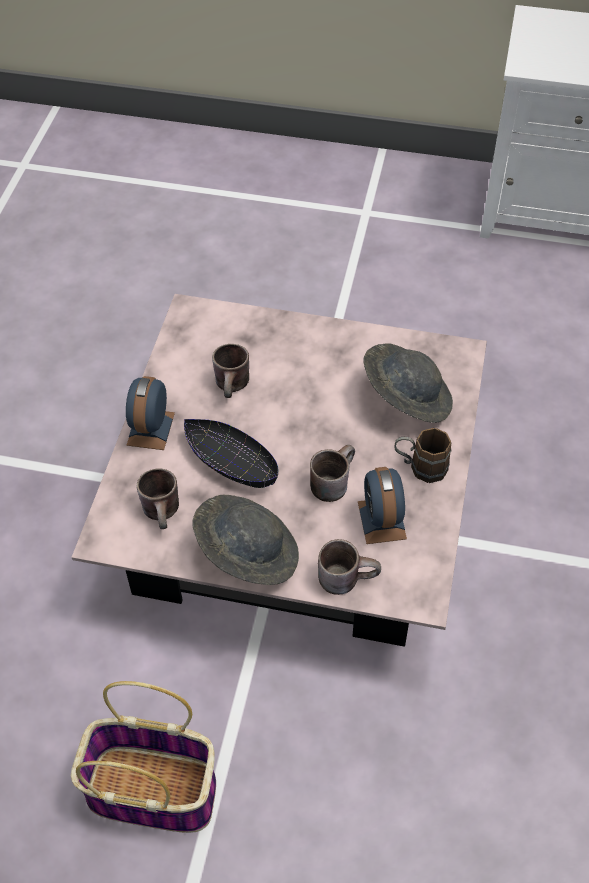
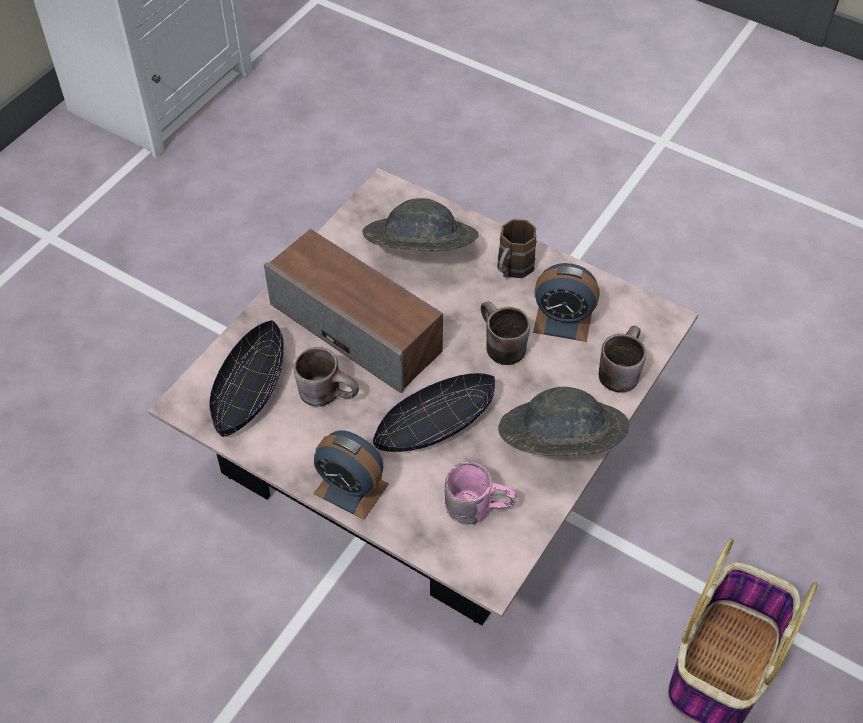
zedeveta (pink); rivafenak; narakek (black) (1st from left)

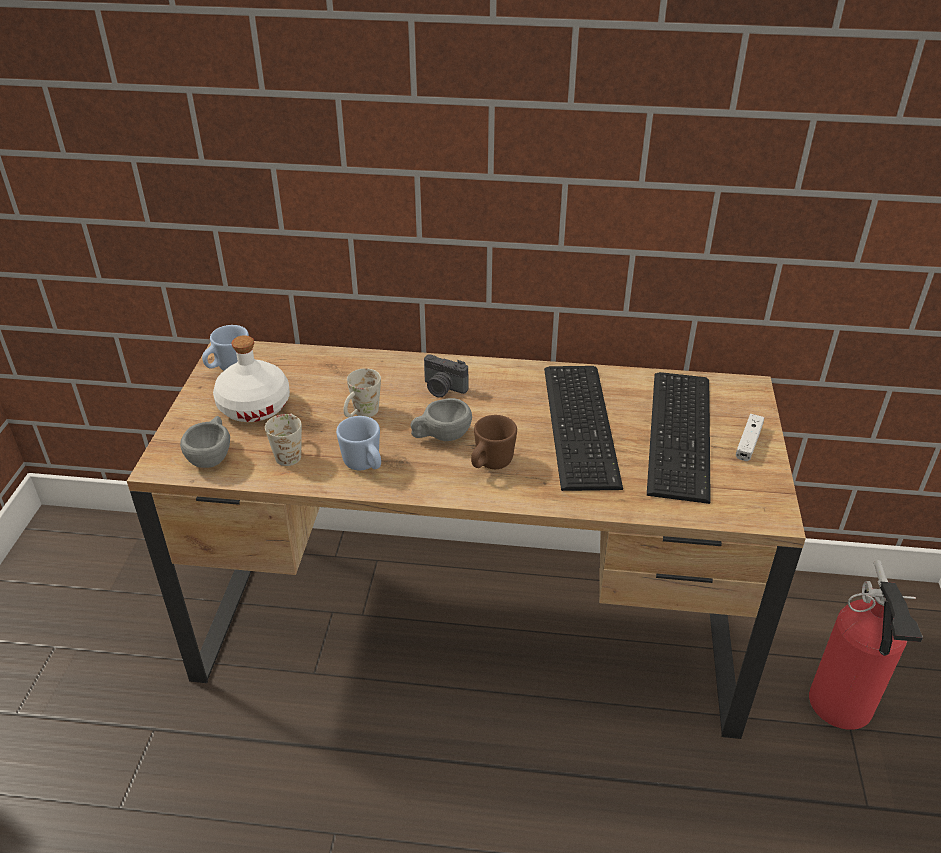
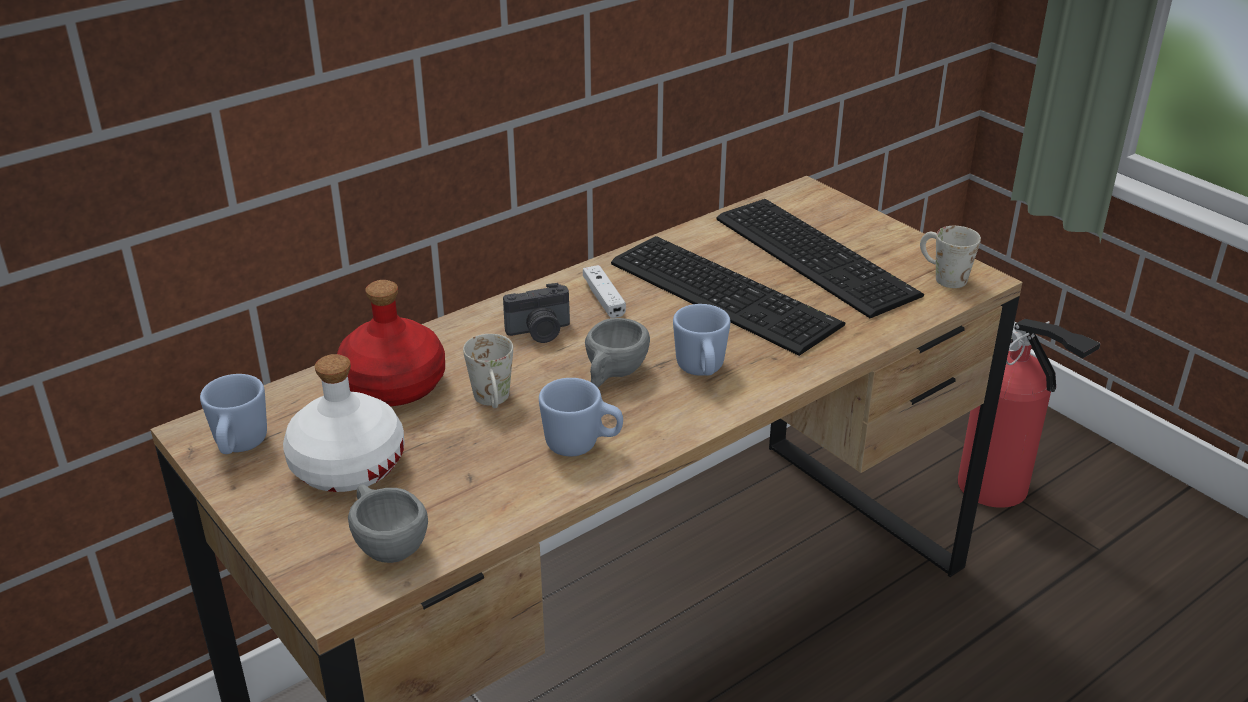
zedeveta (white) (2nd from left); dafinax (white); zedeveta (blue) (3rd from left); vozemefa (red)

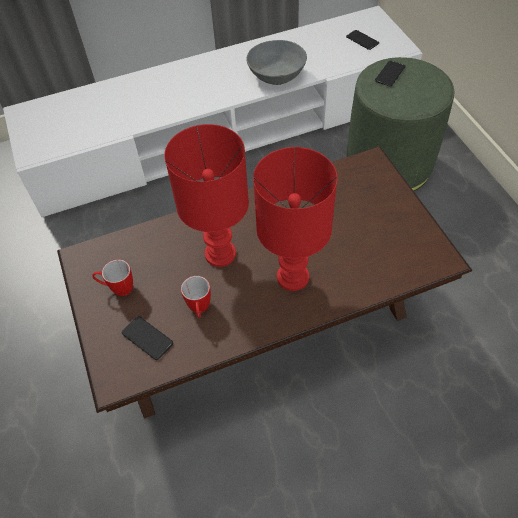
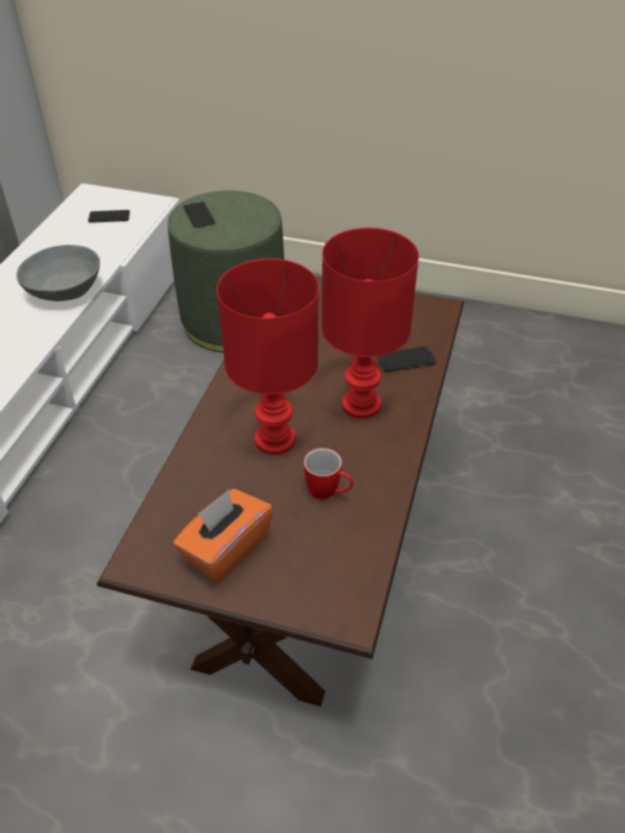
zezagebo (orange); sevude (3rd from left)

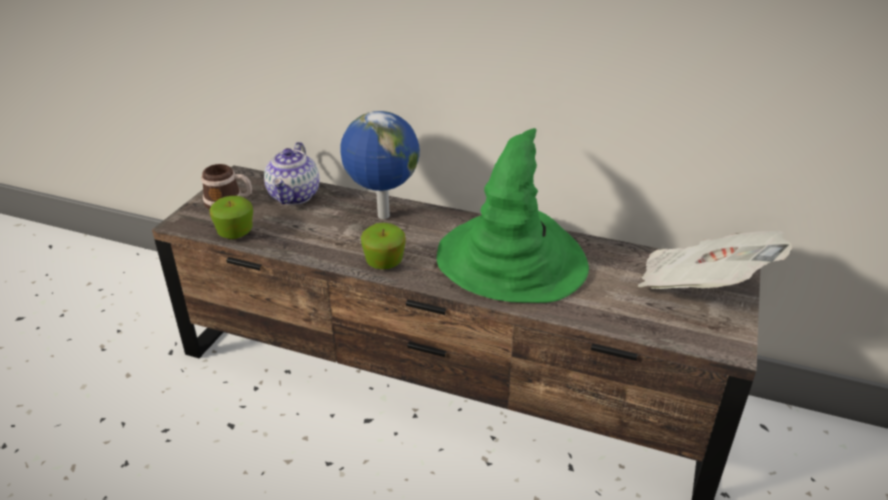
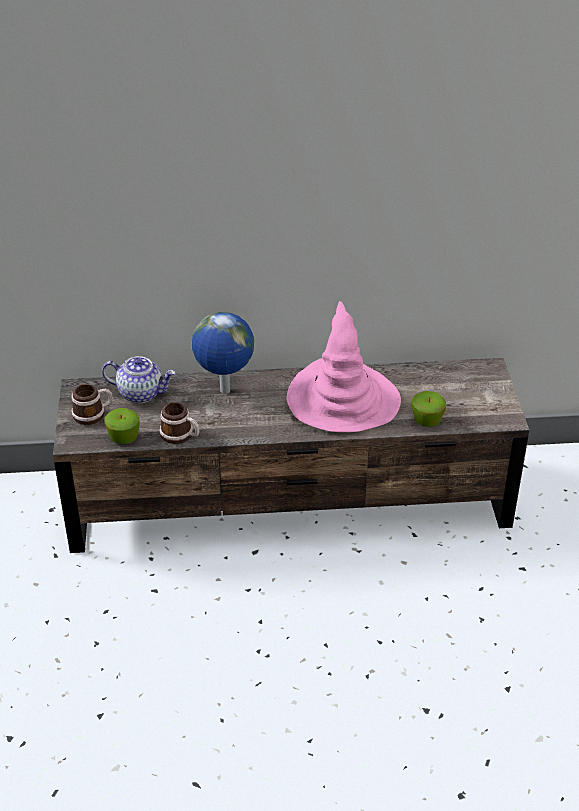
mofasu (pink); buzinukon; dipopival (2nd from left); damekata; zedeveta (2nd from left)

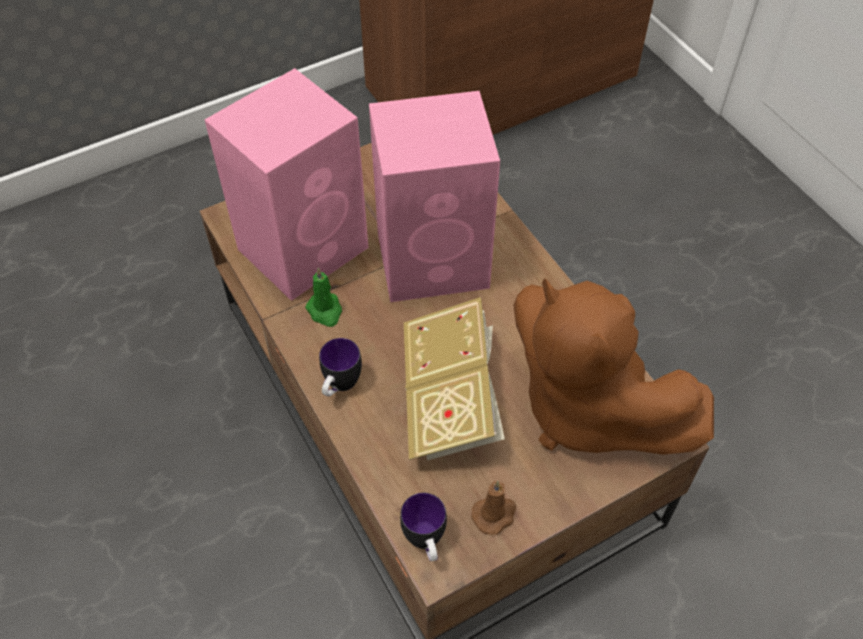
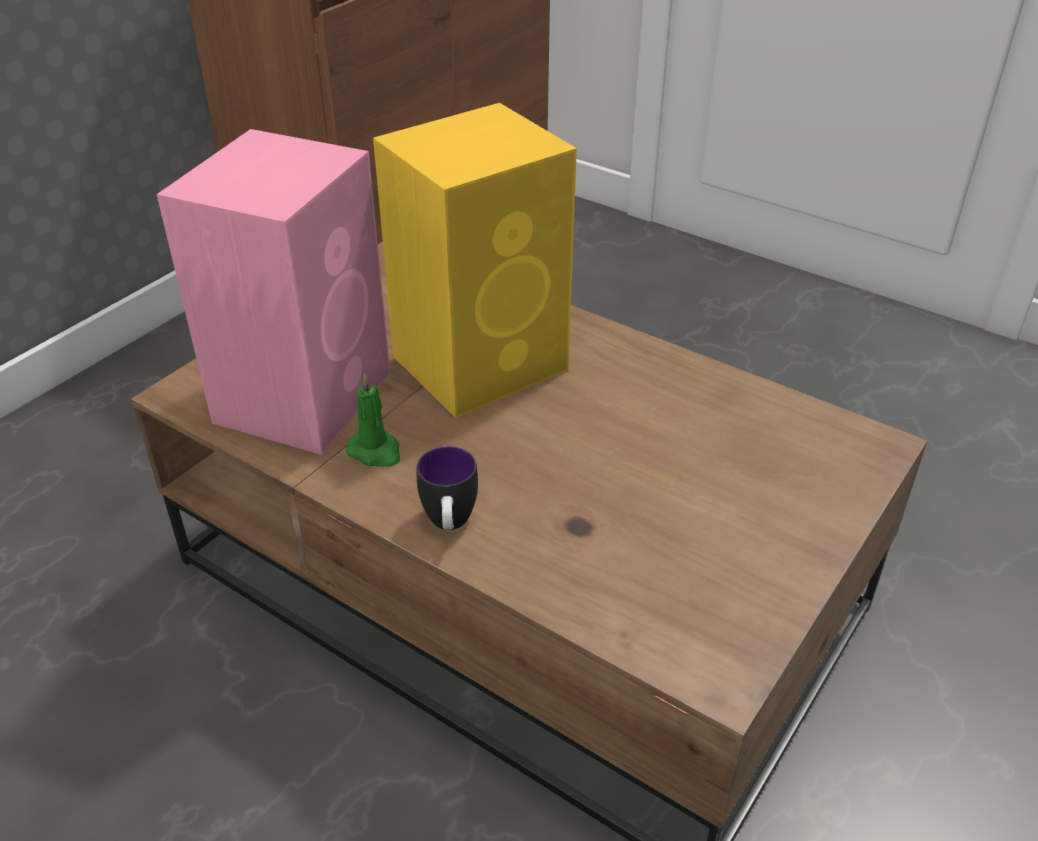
rivafenak (yellow); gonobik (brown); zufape; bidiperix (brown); zedeveta (2nd from left in the first image)

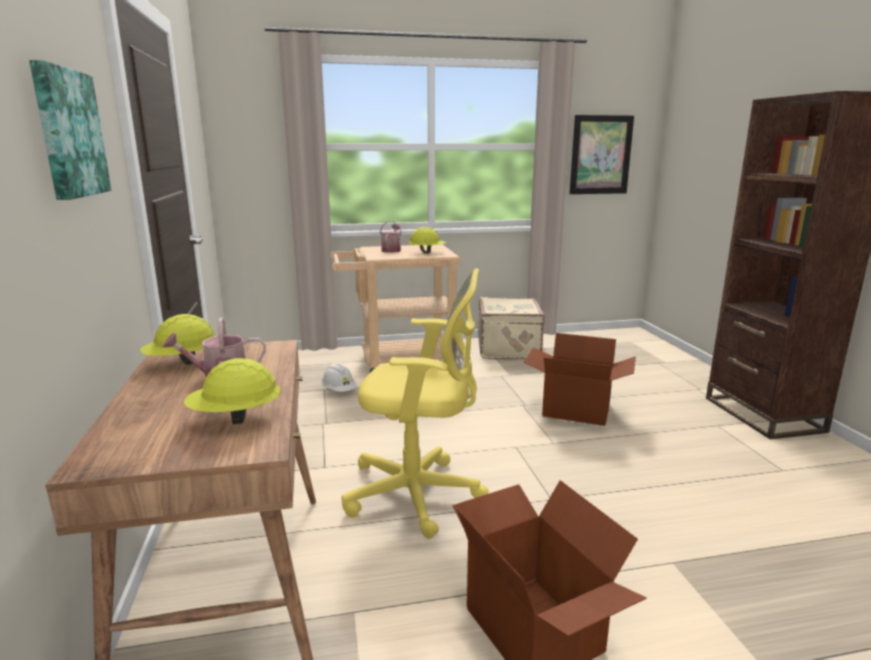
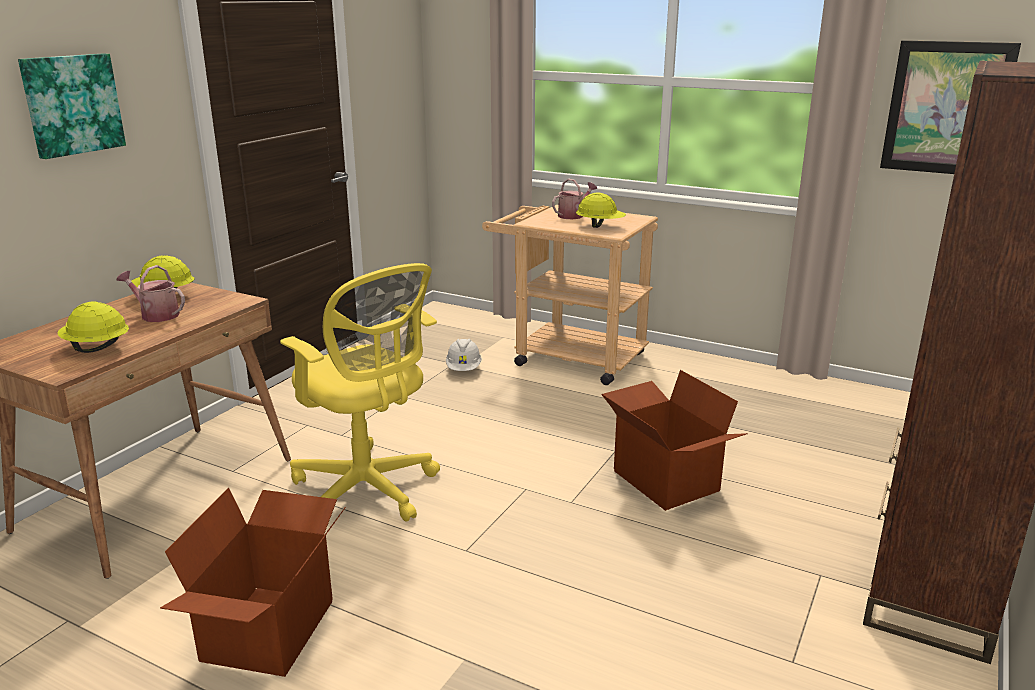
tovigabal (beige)

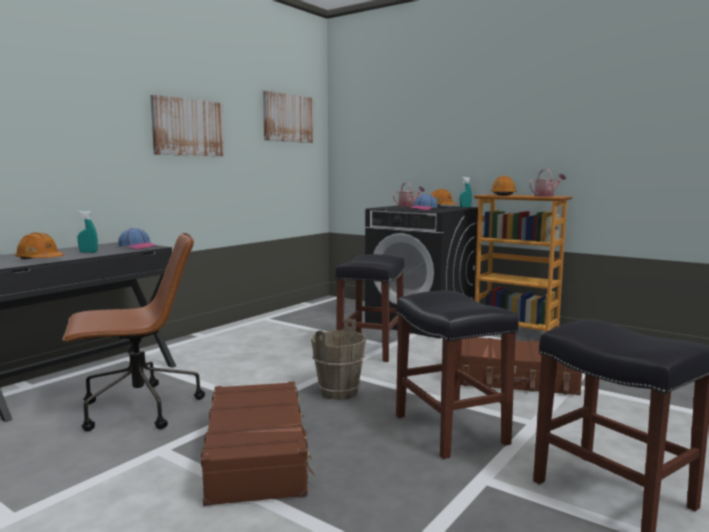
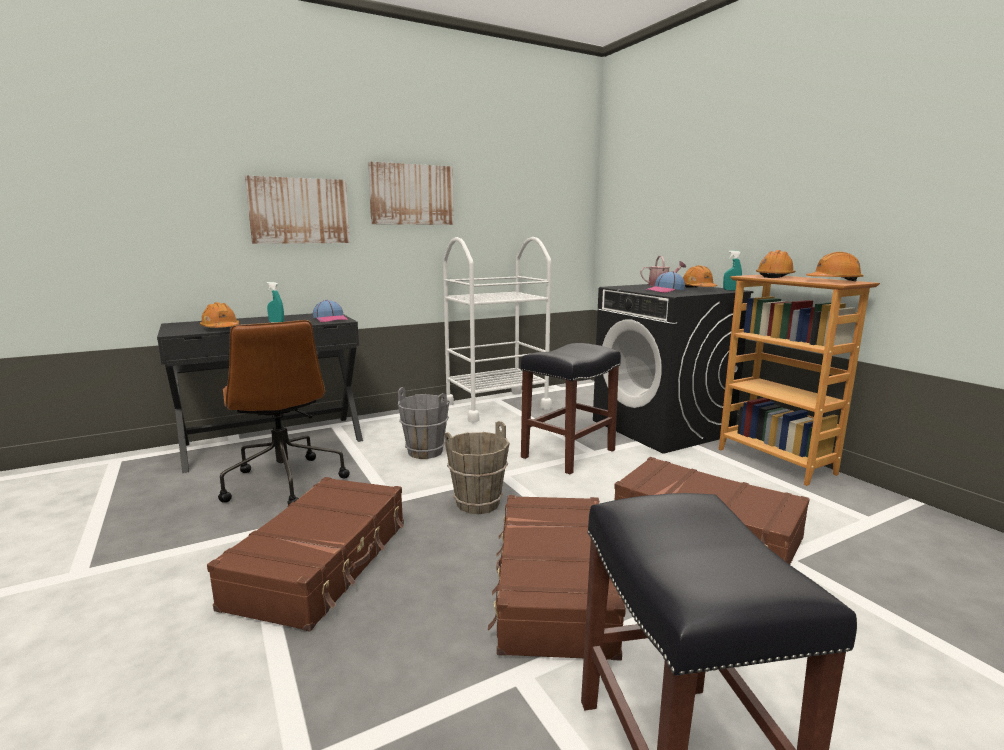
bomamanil (1st from left); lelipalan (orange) (4th from left); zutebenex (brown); tovigabal (brown) (2nd from left); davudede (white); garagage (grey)

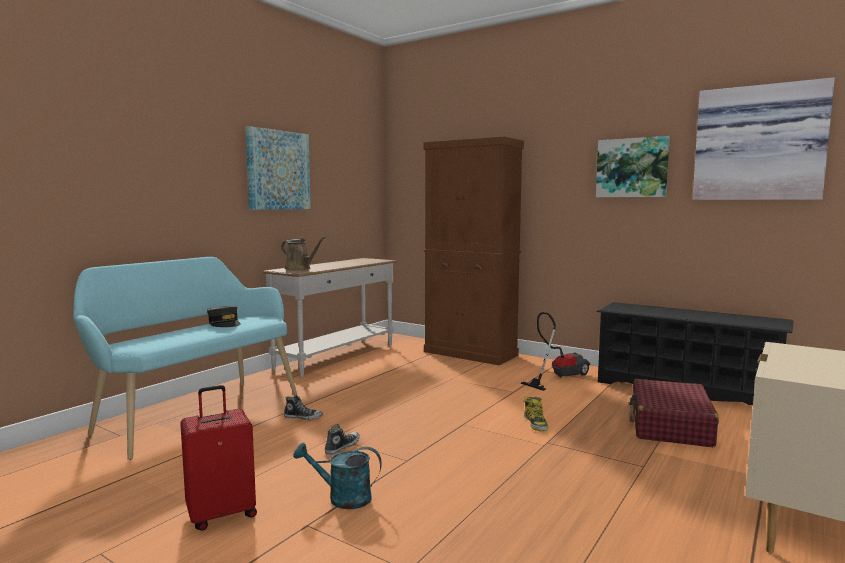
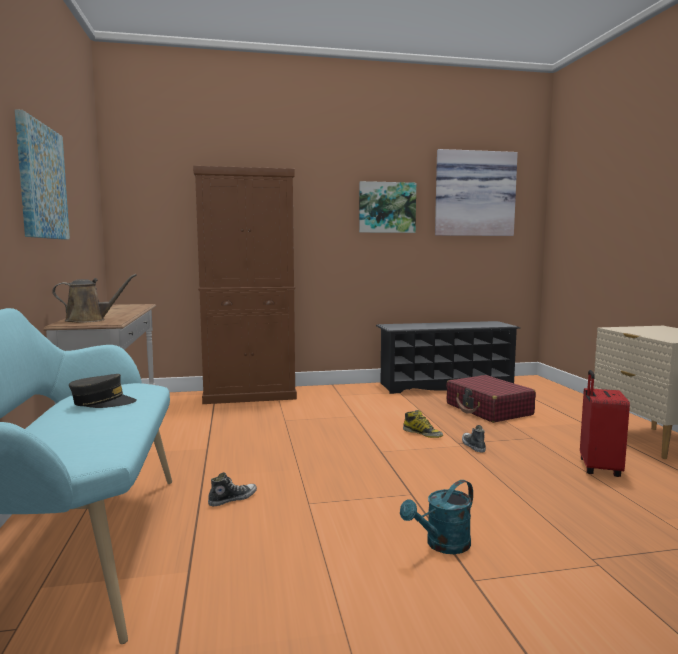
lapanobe; tovigabal (red) (2nd from left); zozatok (2nd from left)

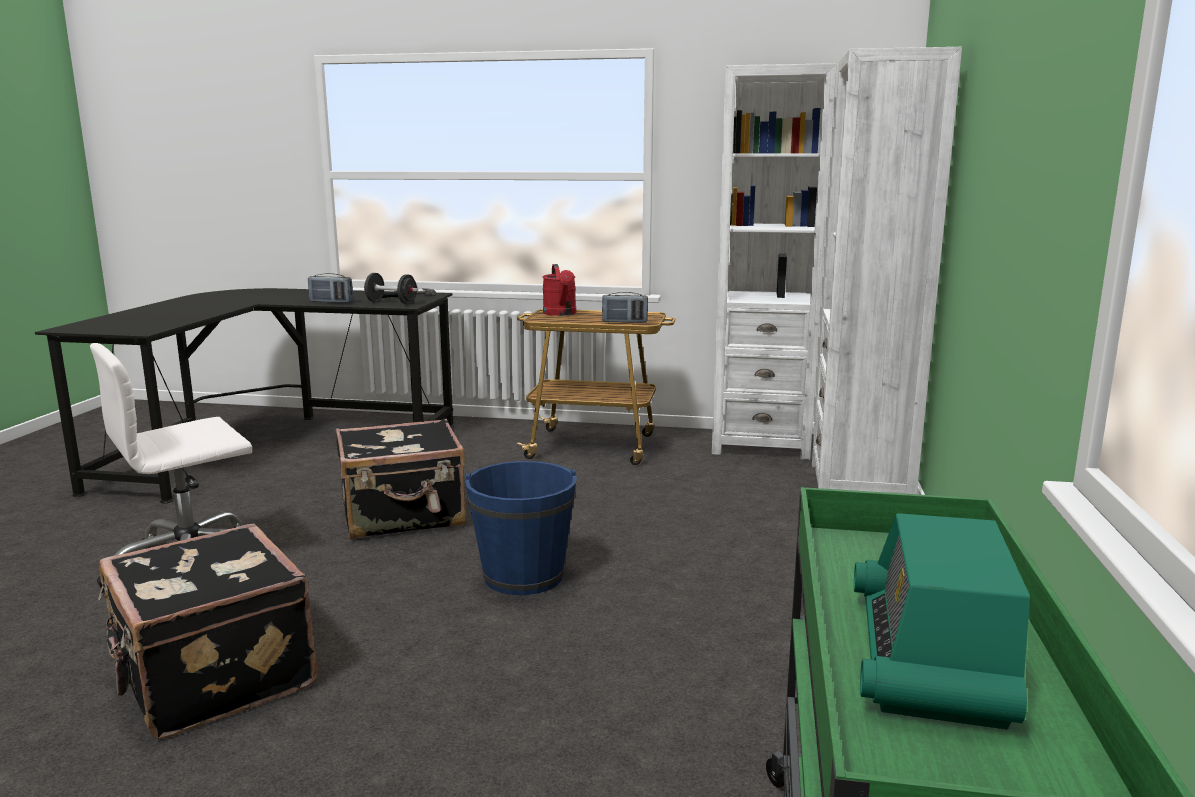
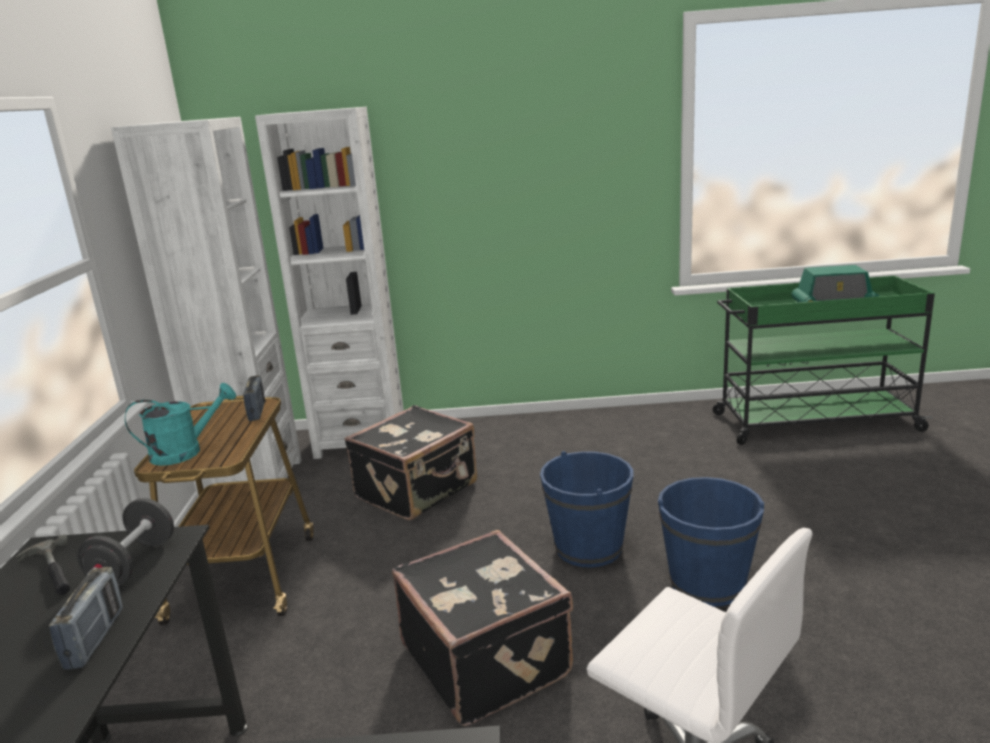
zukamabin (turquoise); tovigabal (black) (1st from left); garagage (blue) (2nd from left)

